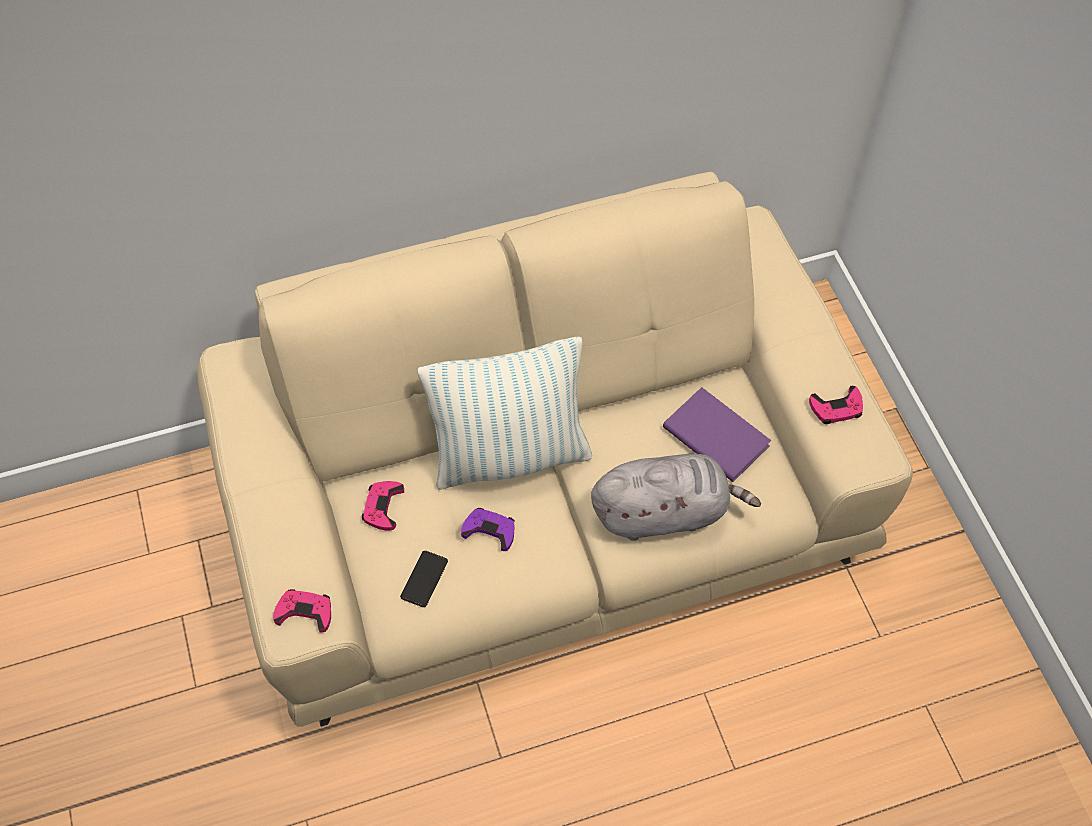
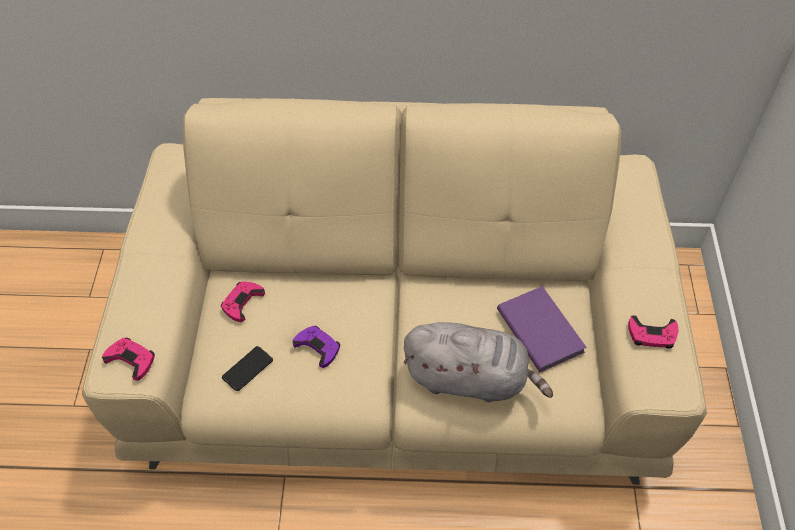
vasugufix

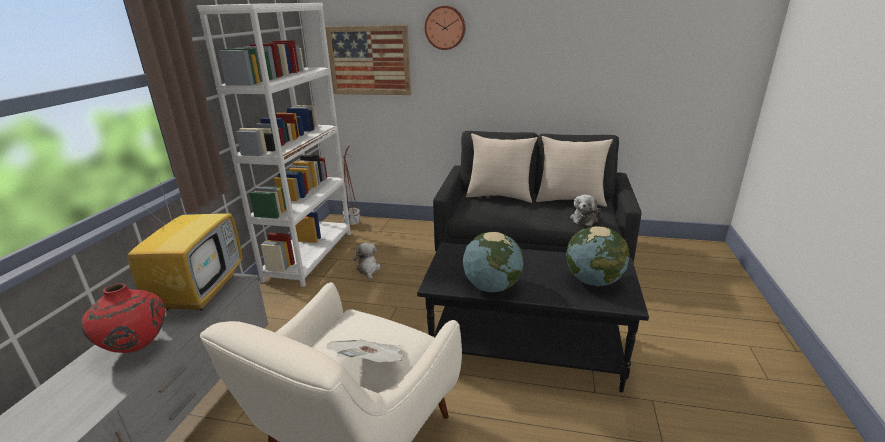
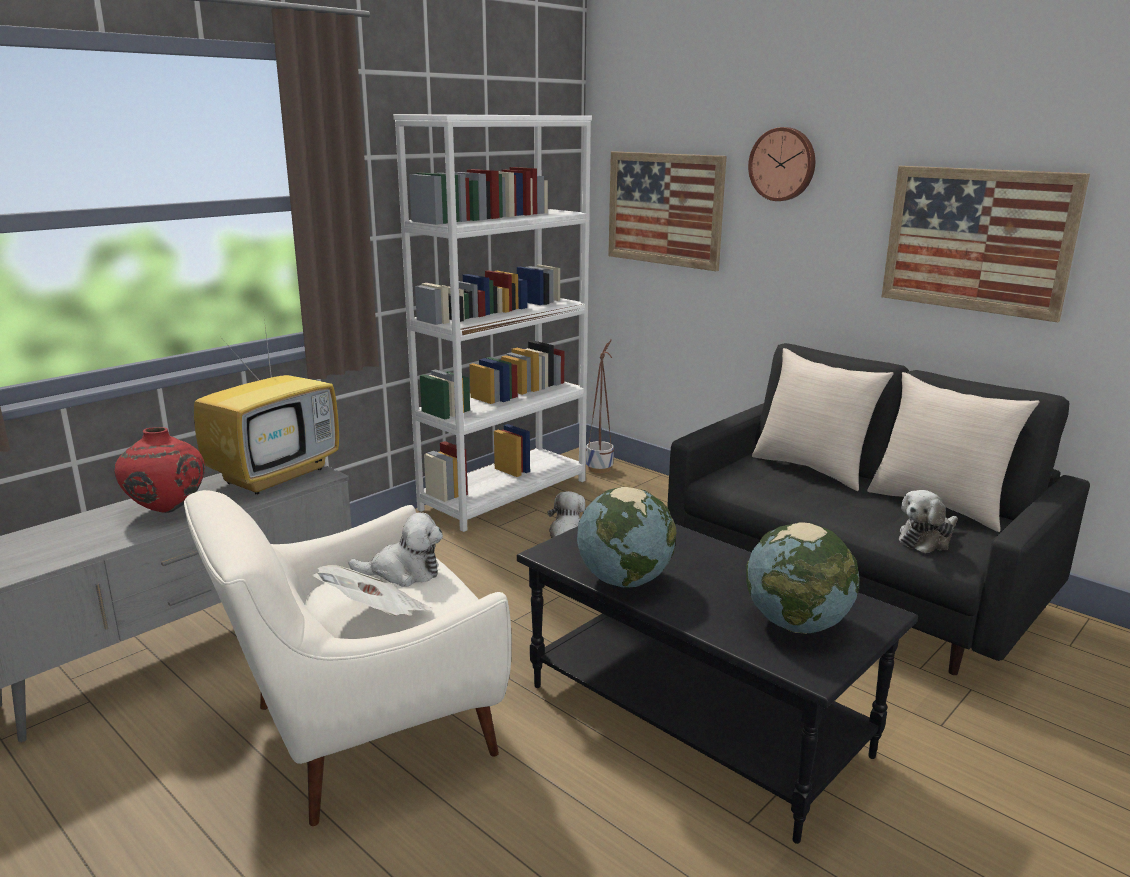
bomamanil (2nd from left); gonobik (1st from left)

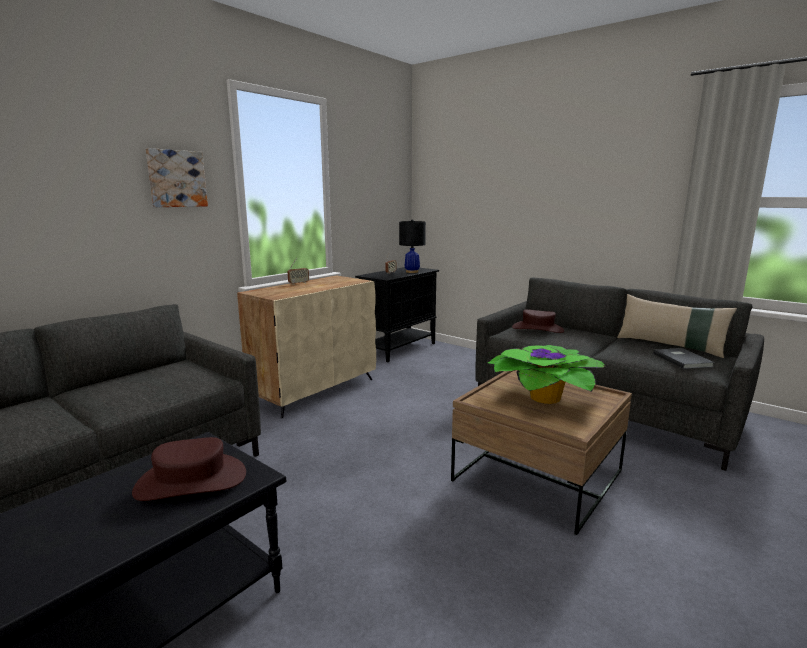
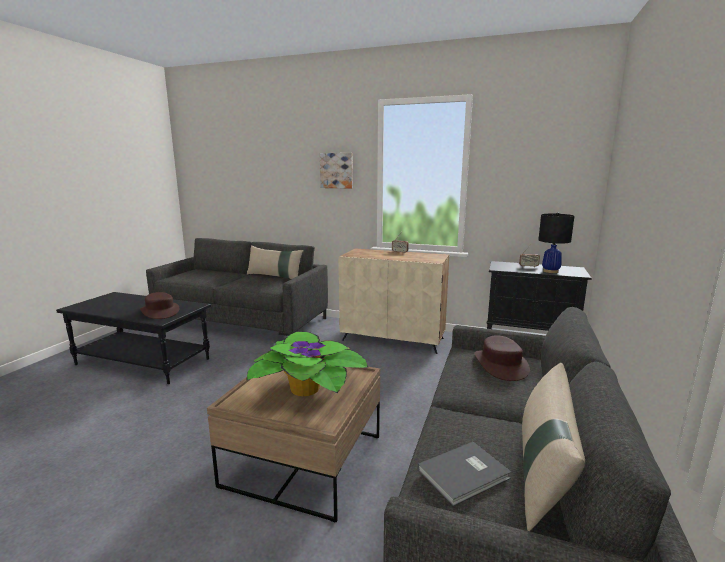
vasugufix (beige) (1st from left)

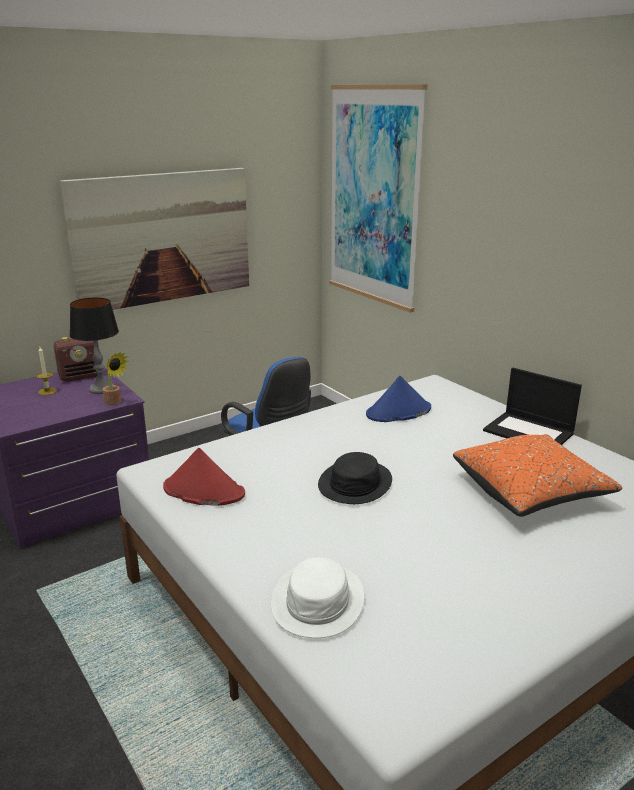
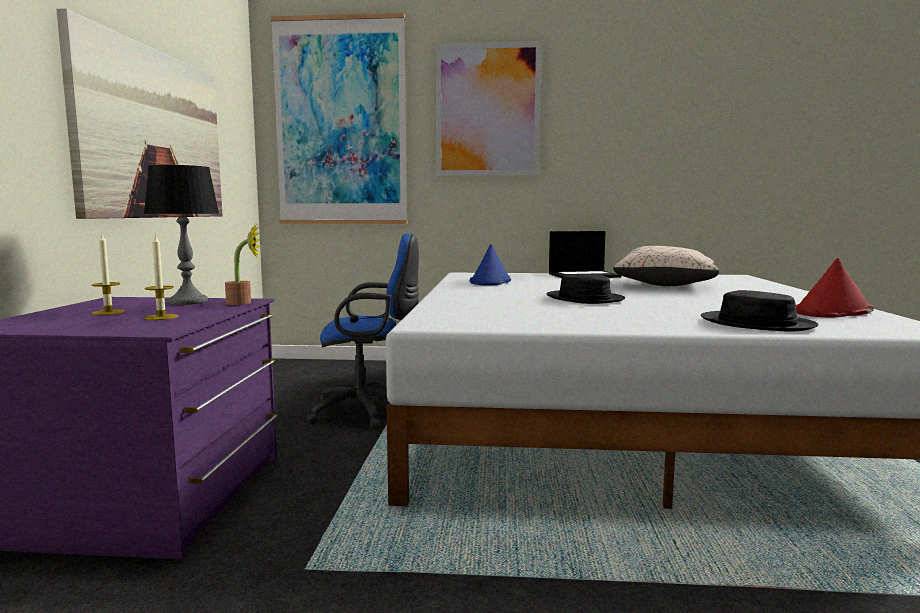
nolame; vasugufix (beige); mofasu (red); mofasu (black) (2nd from left); bomamanil (3rd from left); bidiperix (2nd from left)

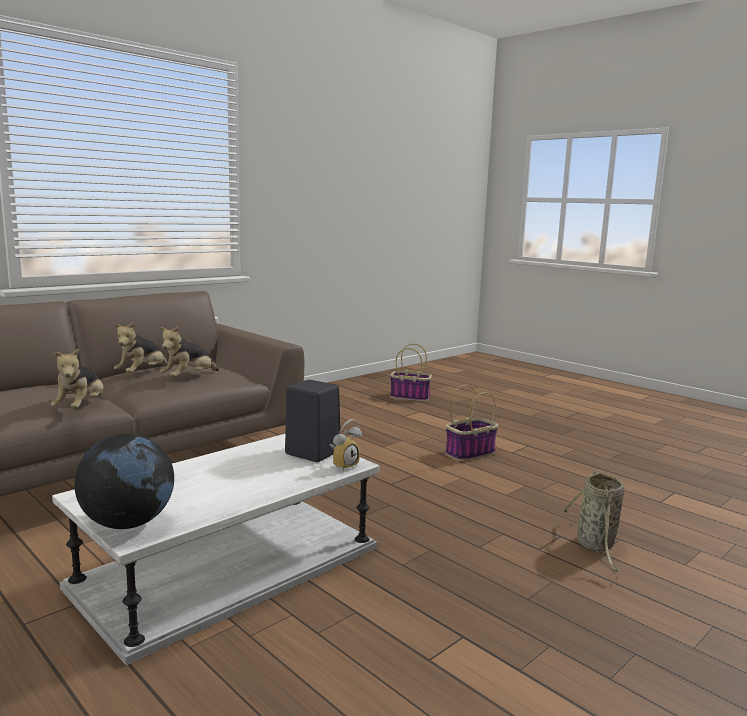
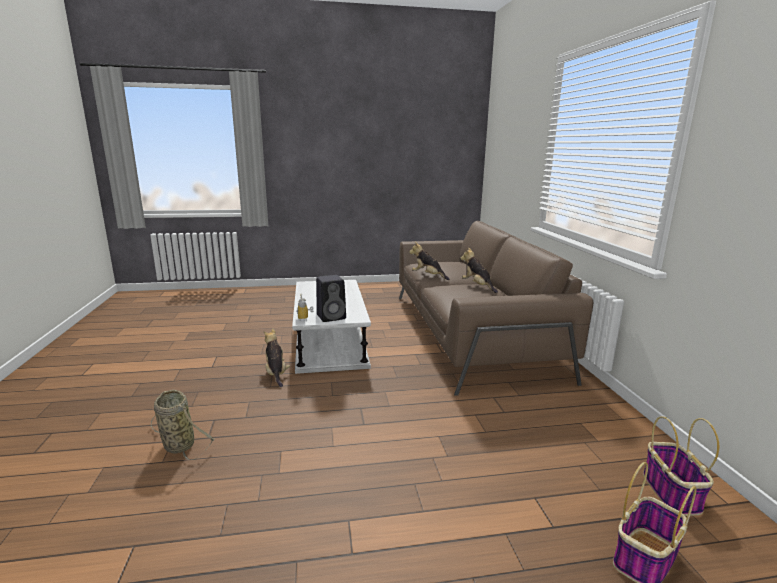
gonobik (1st from left); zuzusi (3rd from left); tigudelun

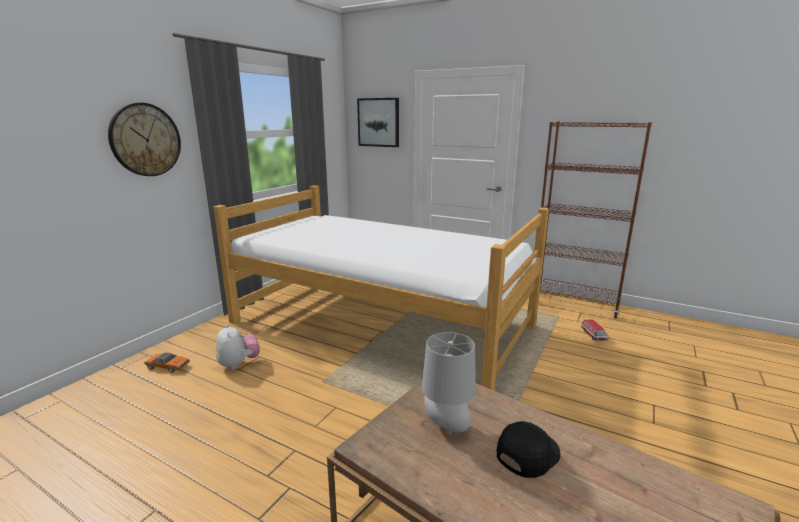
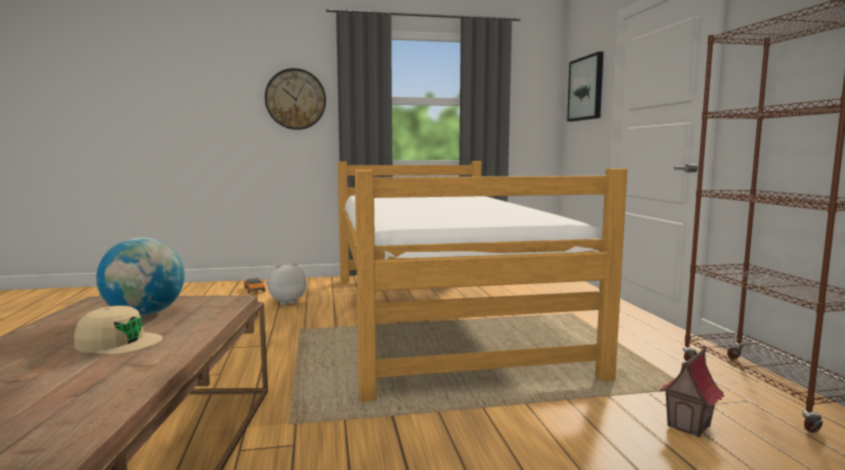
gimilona; gonobik; tigudelun; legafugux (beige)

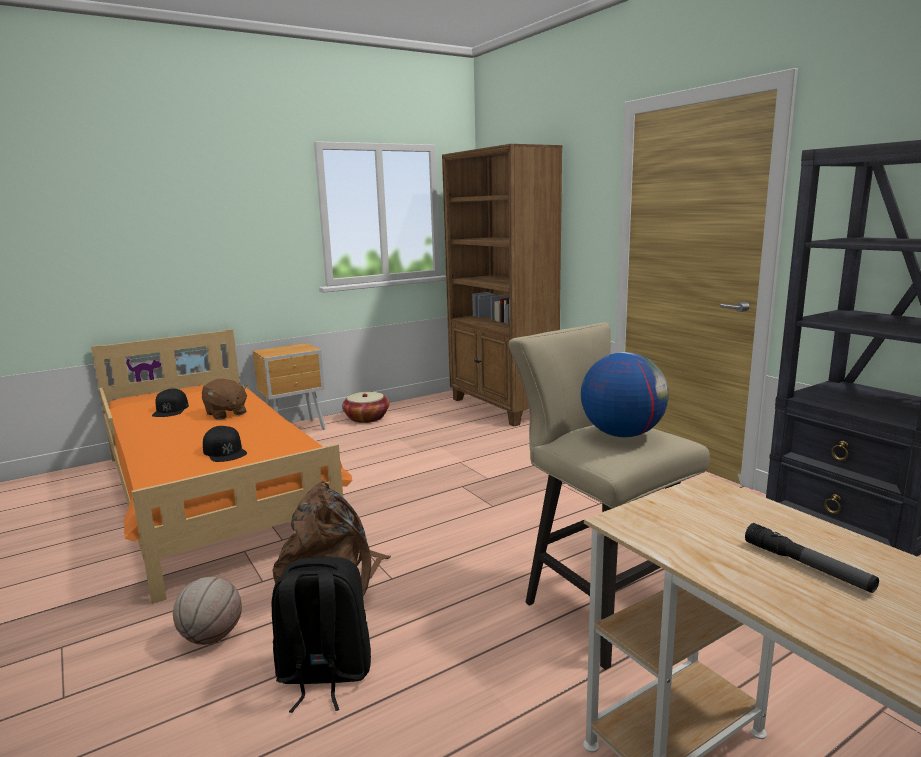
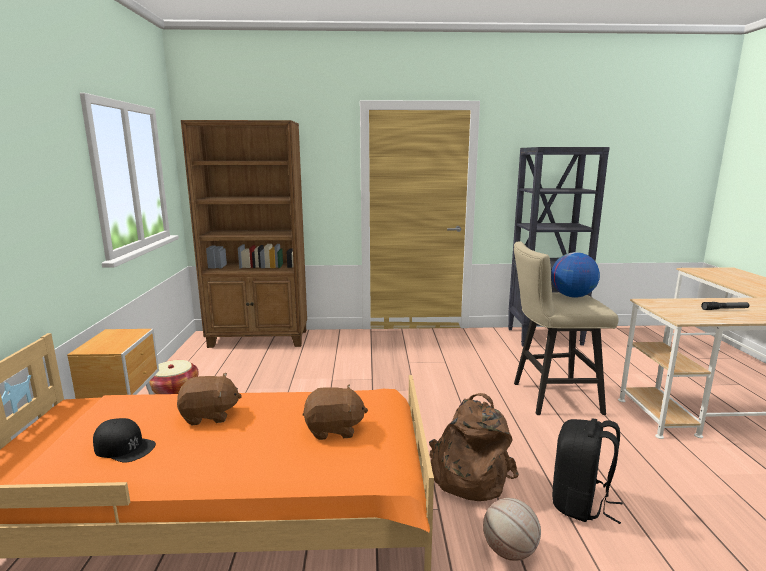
gonobik (brown) (2nd from left)

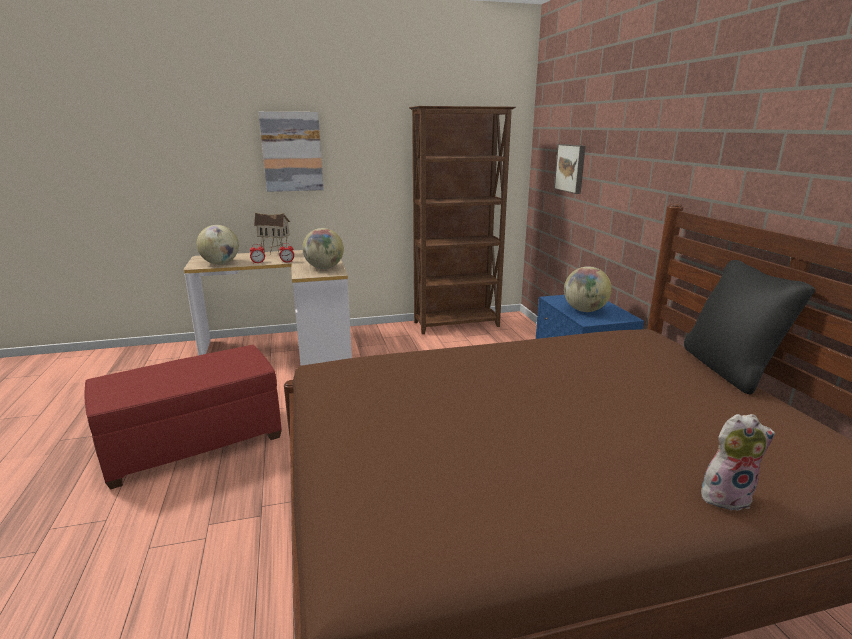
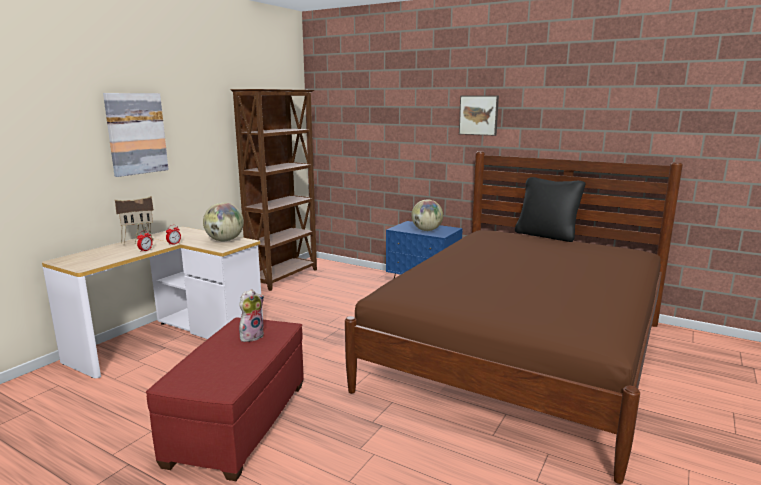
bomamanil (2nd from left); tigudelun (1st from left in the first image); gonobik

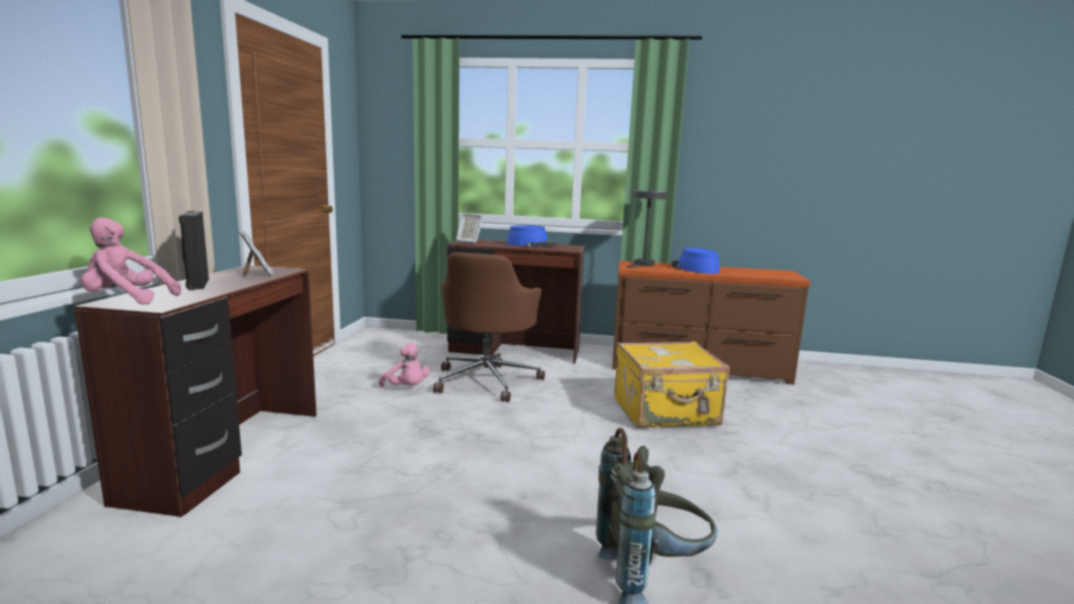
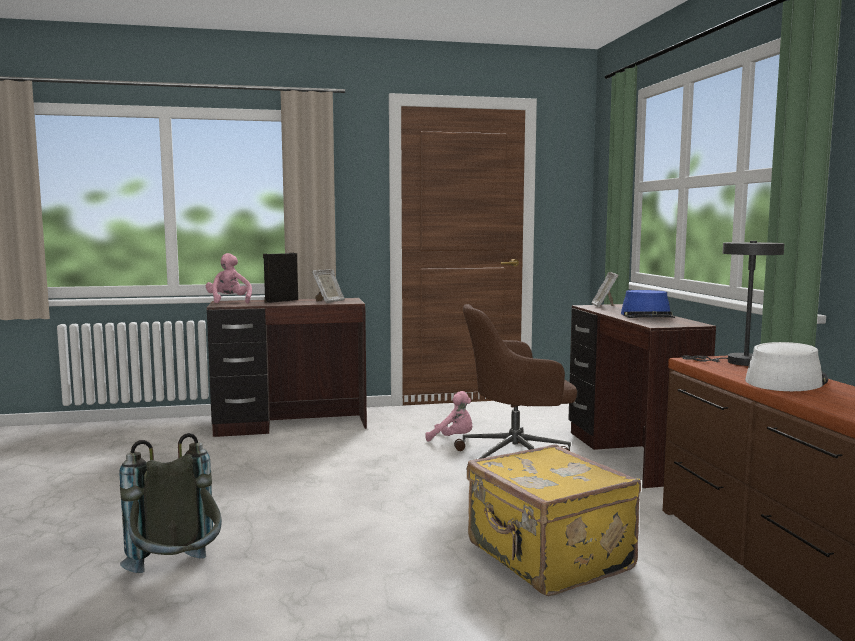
mofasu (white); gonobik (pink) (2nd from left)

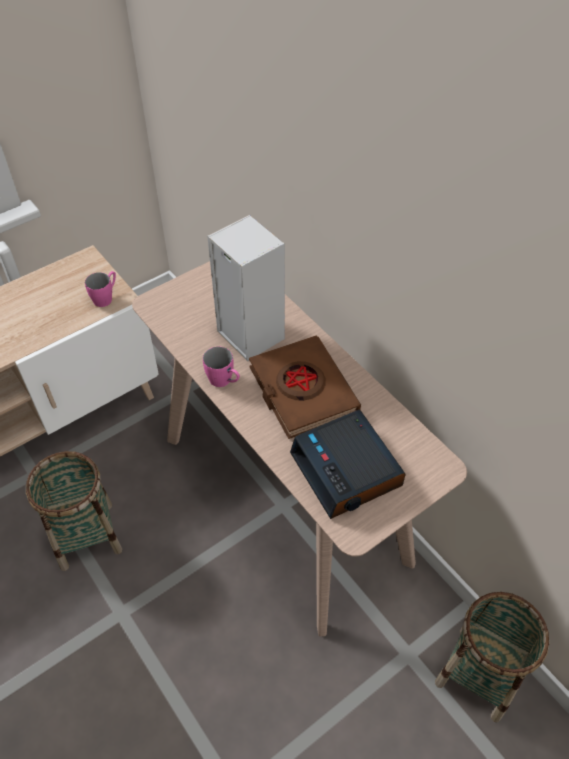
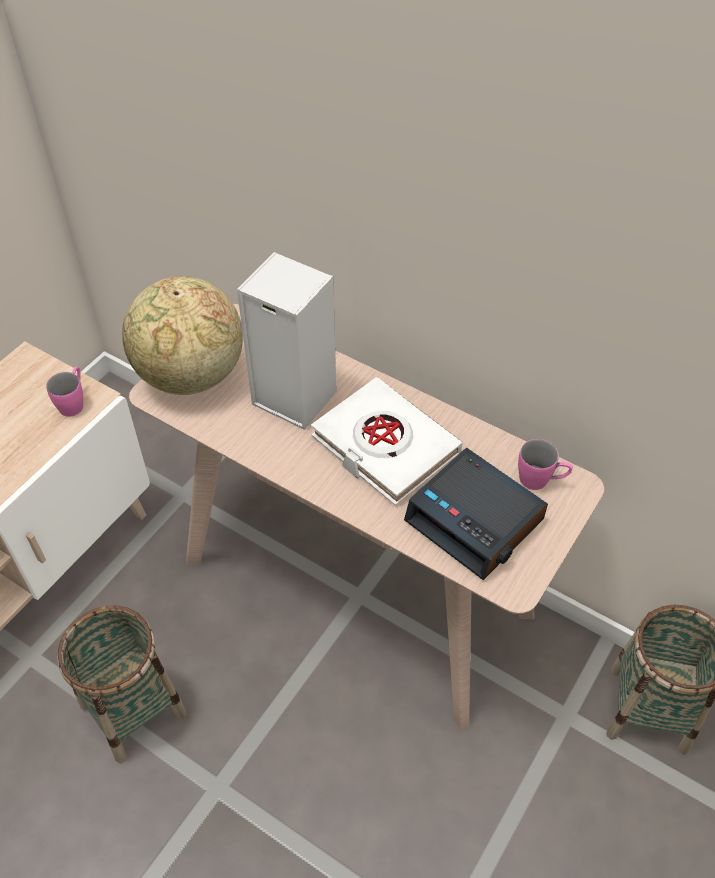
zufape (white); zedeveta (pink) (2nd from left); tigudelun

